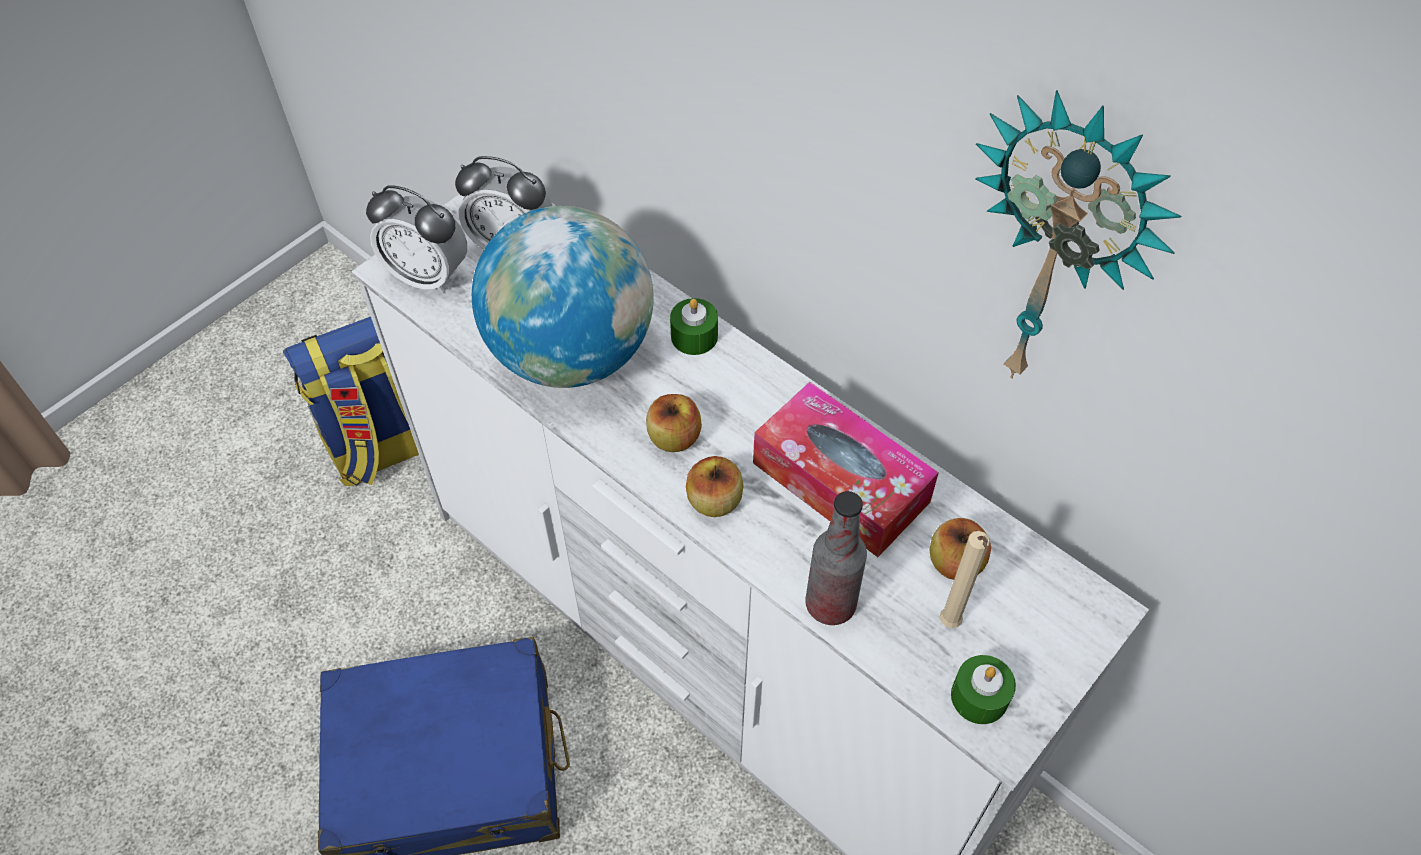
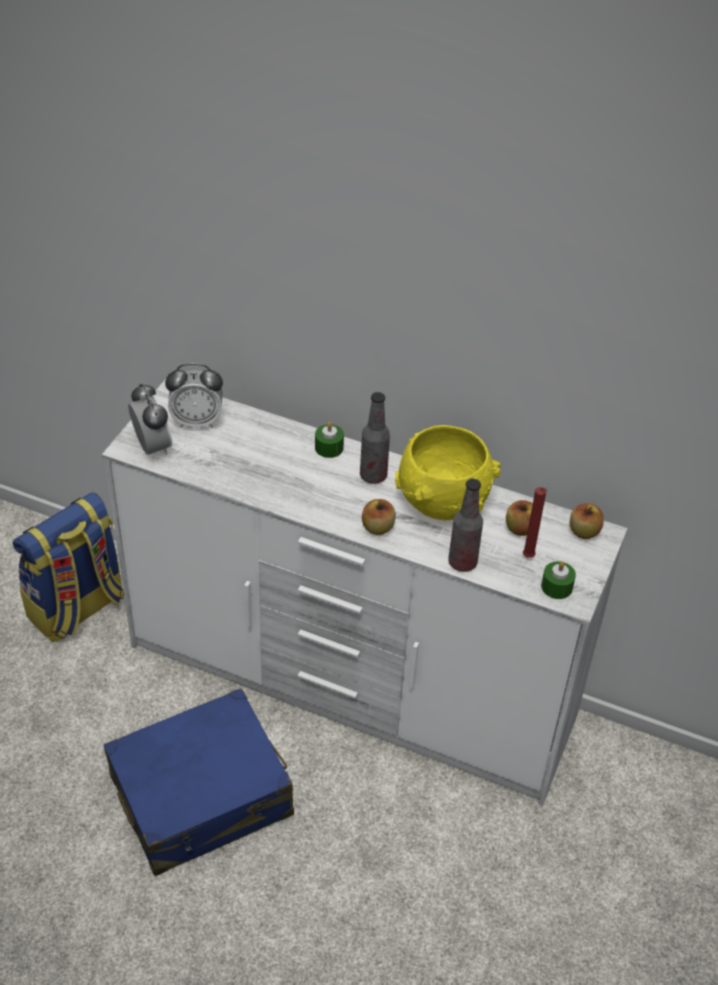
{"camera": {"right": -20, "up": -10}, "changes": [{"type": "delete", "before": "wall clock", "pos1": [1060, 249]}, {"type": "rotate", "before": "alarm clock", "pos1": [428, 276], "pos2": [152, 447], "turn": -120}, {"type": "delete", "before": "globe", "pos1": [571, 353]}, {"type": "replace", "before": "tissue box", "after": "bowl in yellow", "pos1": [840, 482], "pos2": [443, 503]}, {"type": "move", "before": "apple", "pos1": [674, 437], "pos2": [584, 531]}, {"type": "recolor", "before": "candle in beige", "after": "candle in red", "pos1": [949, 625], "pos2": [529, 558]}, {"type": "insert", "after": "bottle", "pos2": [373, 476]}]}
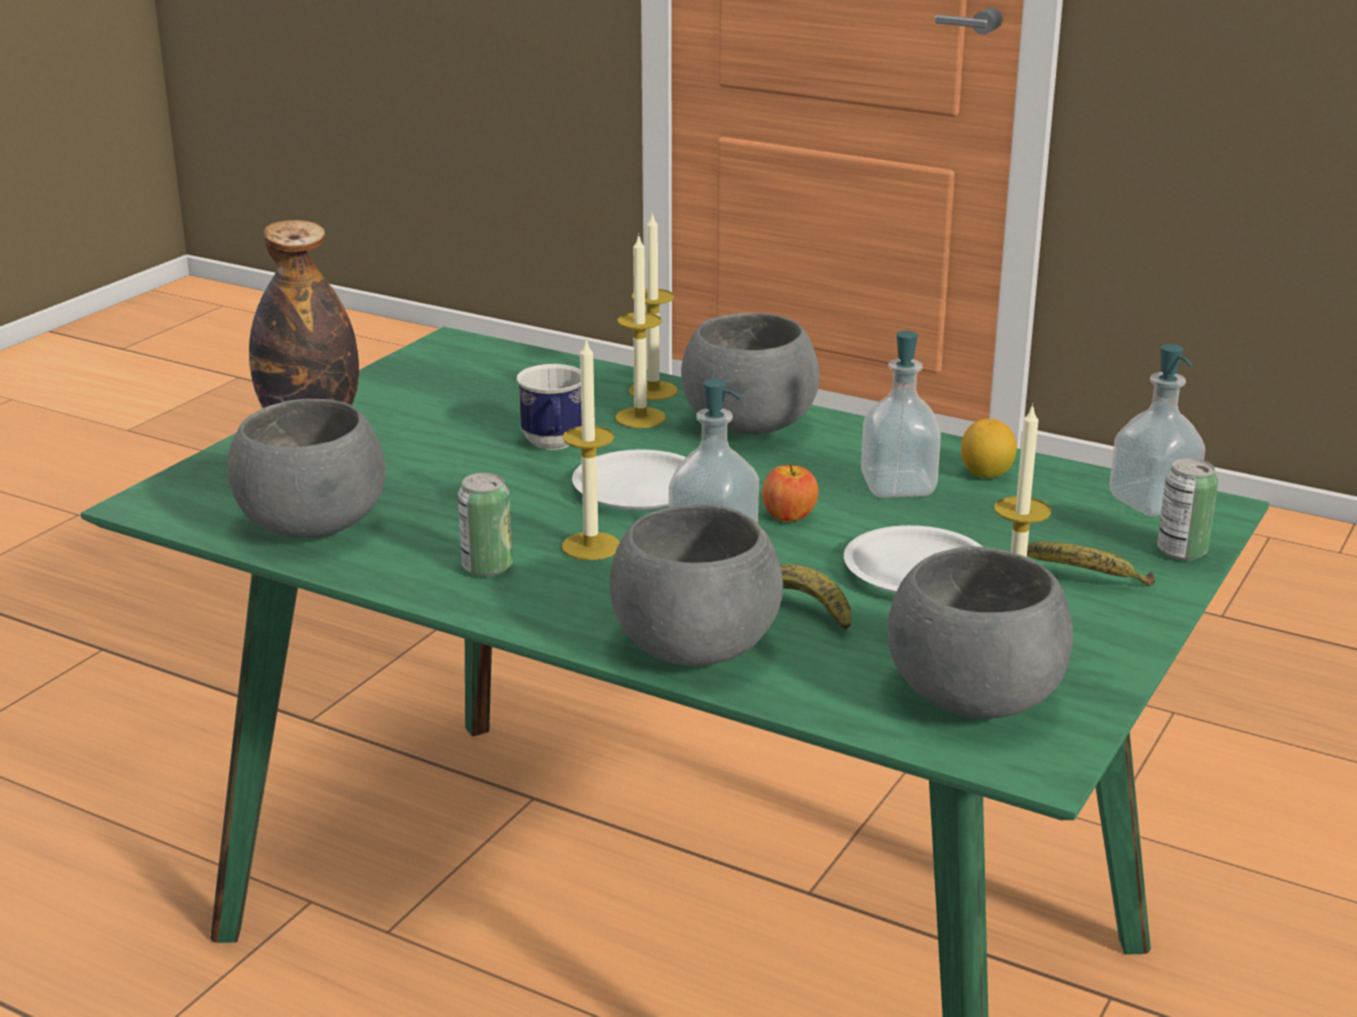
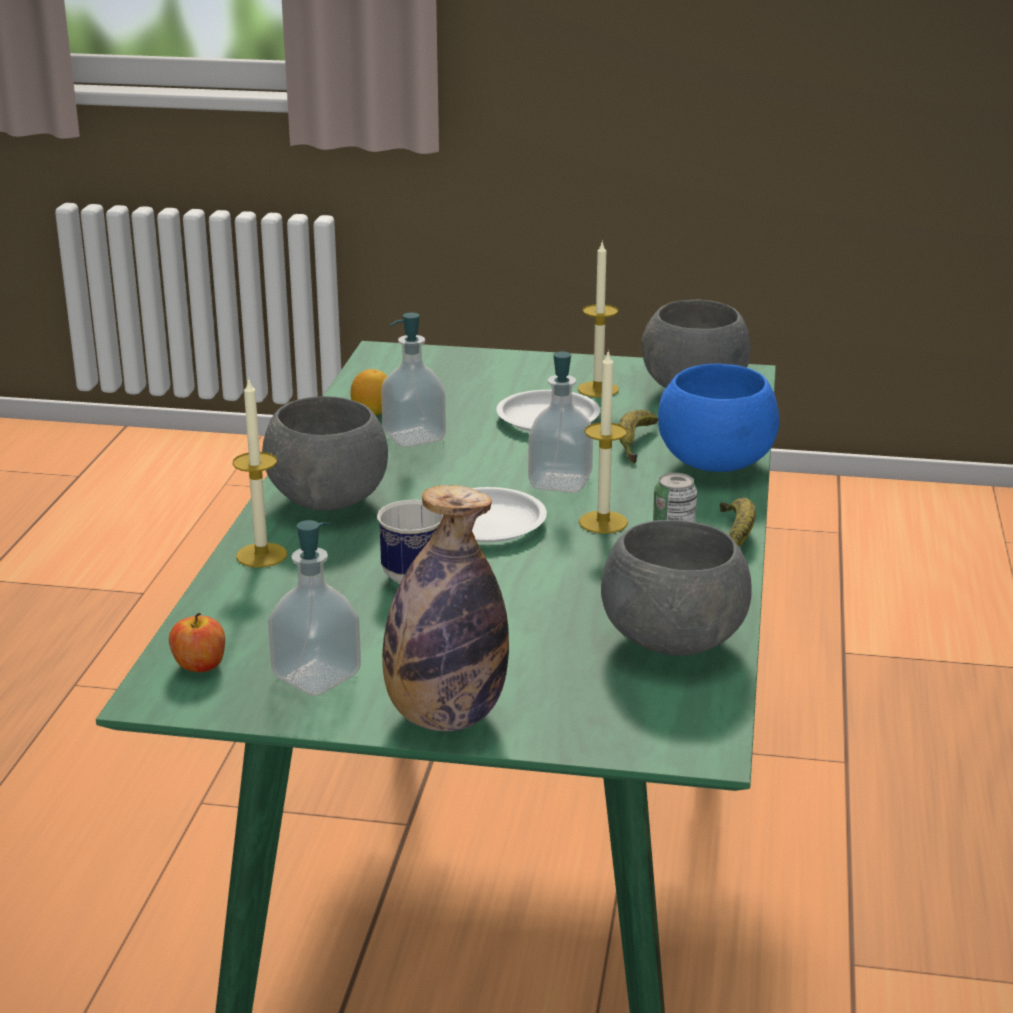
{"camera": {"right": -110, "up": 0}, "changes": [{"type": "delete", "before": "candle", "pos1": [640, 418]}, {"type": "move", "before": "soap dispenser", "pos1": [1152, 502], "pos2": [316, 677]}, {"type": "delete", "before": "can", "pos1": [1181, 551]}, {"type": "move", "before": "apple", "pos1": [789, 516], "pos2": [199, 666]}, {"type": "recolor", "before": "bowl in grey", "after": "bowl in blue", "pos1": [697, 649], "pos2": [714, 464]}, {"type": "move", "before": "banana", "pos1": [1085, 579], "pos2": [736, 534]}]}
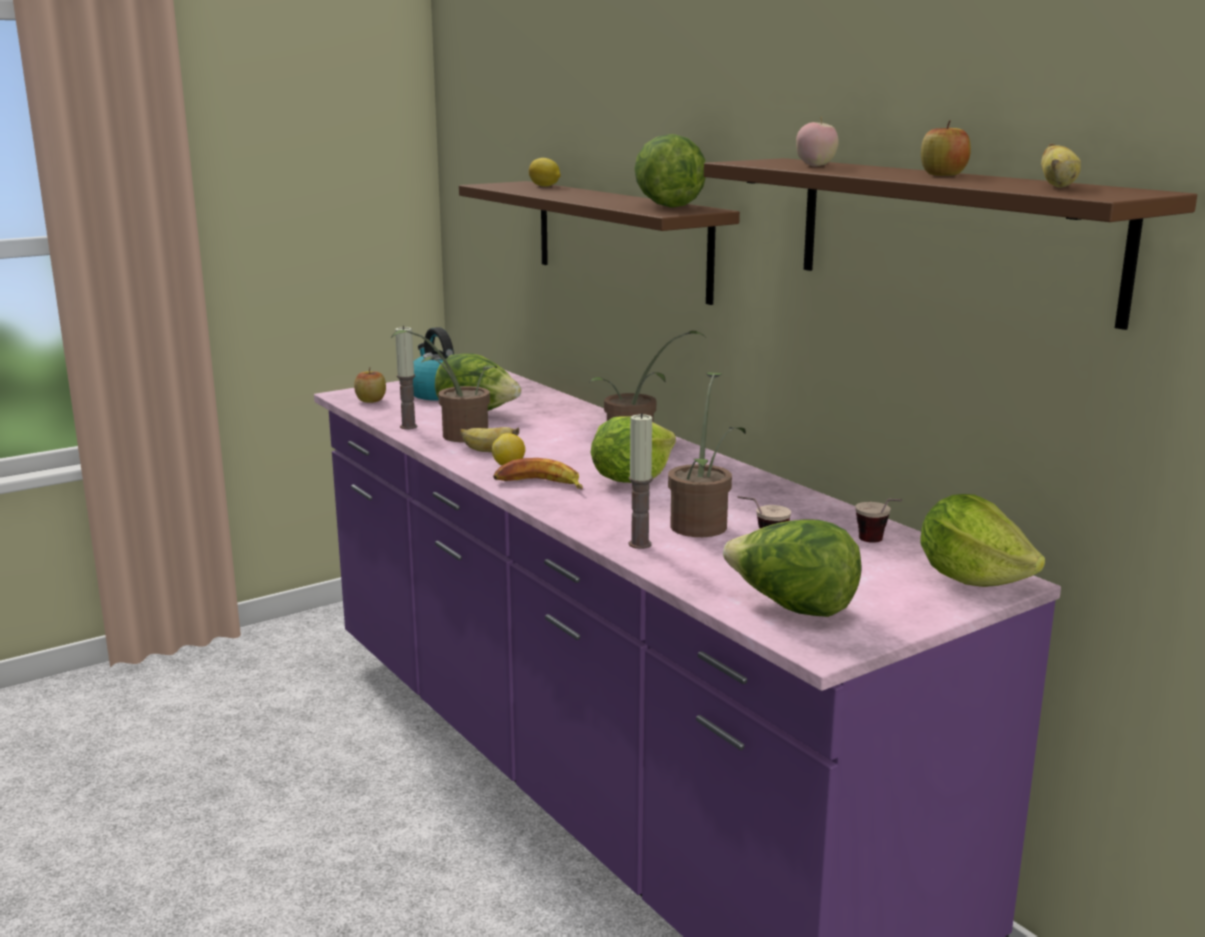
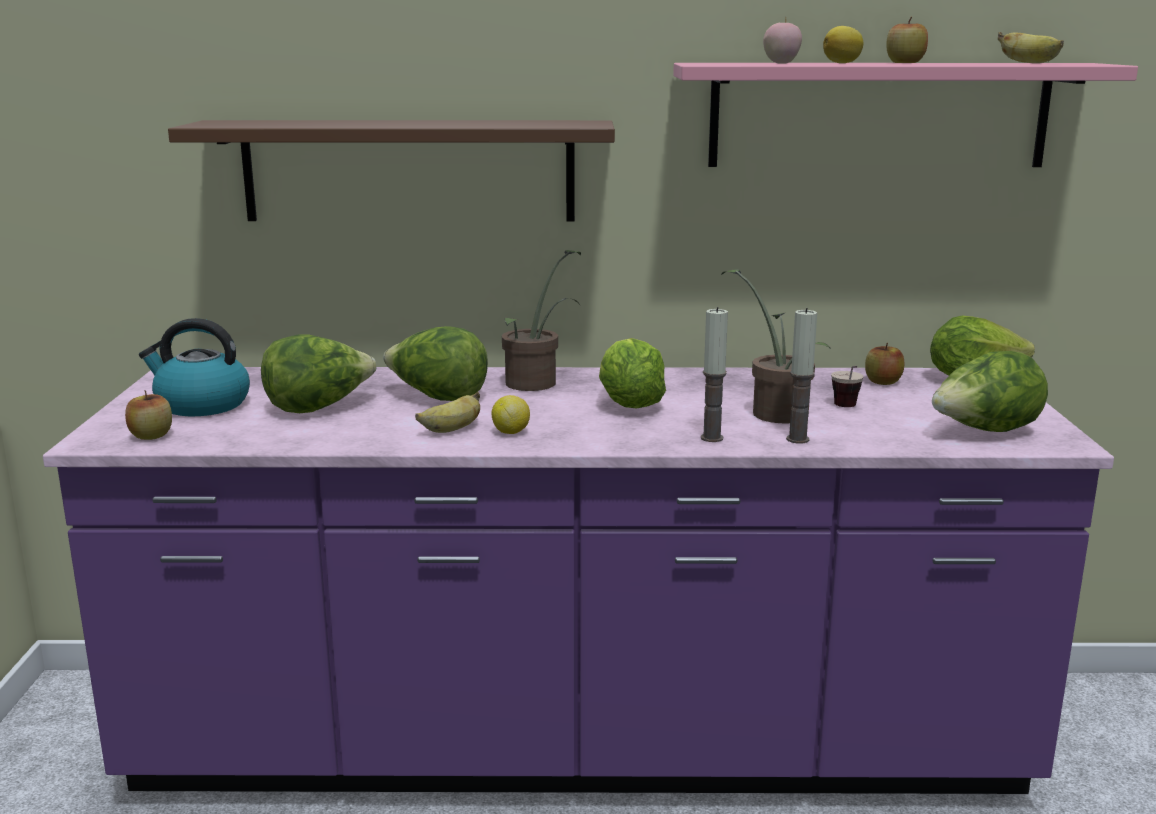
{"camera": {"right": -55, "up": 0}, "changes": [{"type": "move", "before": "lettuce", "pos1": [667, 206], "pos2": [438, 398]}, {"type": "move", "before": "lemon", "pos1": [545, 186], "pos2": [843, 63]}, {"type": "recolor", "before": "shelf in brown", "after": "shelf in pink", "pos1": [951, 235], "pos2": [878, 115]}, {"type": "move", "before": "candle", "pos1": [408, 426], "pos2": [712, 438]}, {"type": "delete", "before": "potted plant", "pos1": [458, 436]}, {"type": "delete", "before": "banana", "pos1": [539, 485]}, {"type": "replace", "before": "cup", "after": "apple", "pos1": [878, 544], "pos2": [883, 382]}]}
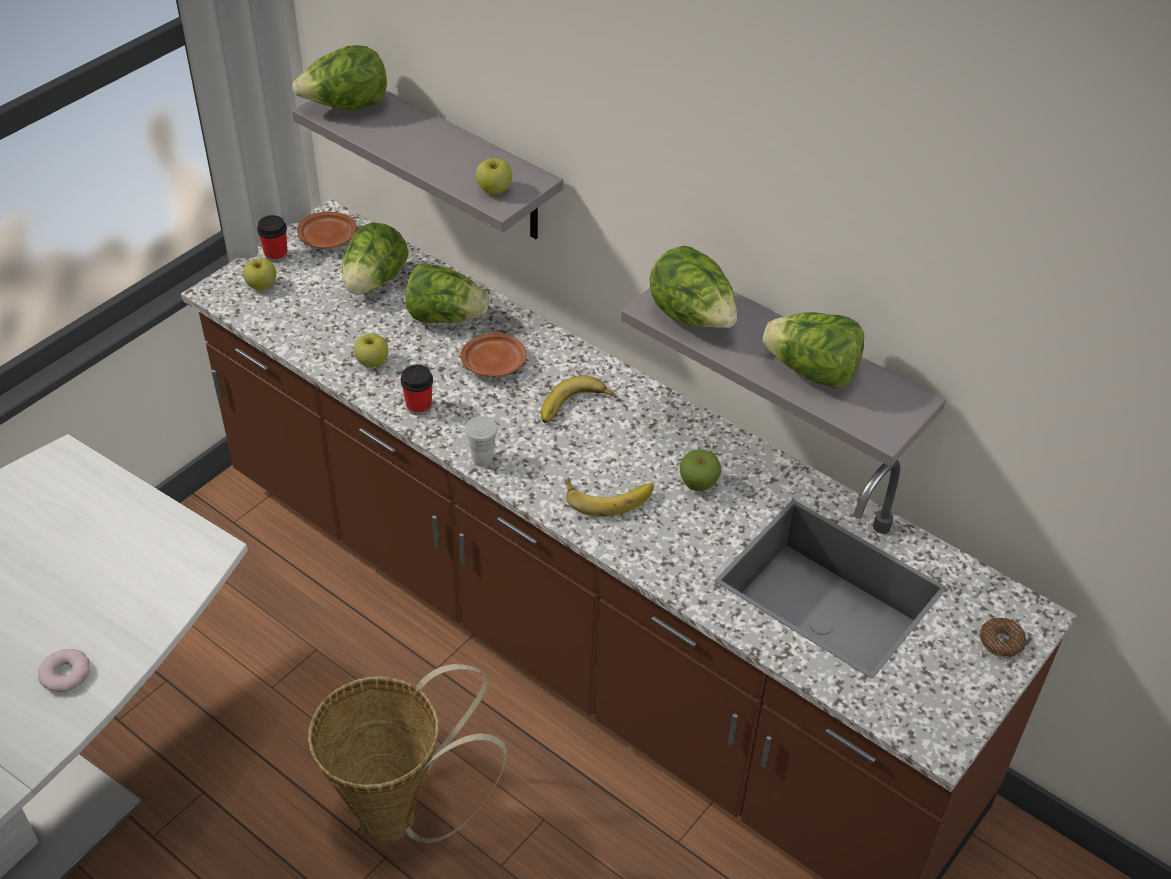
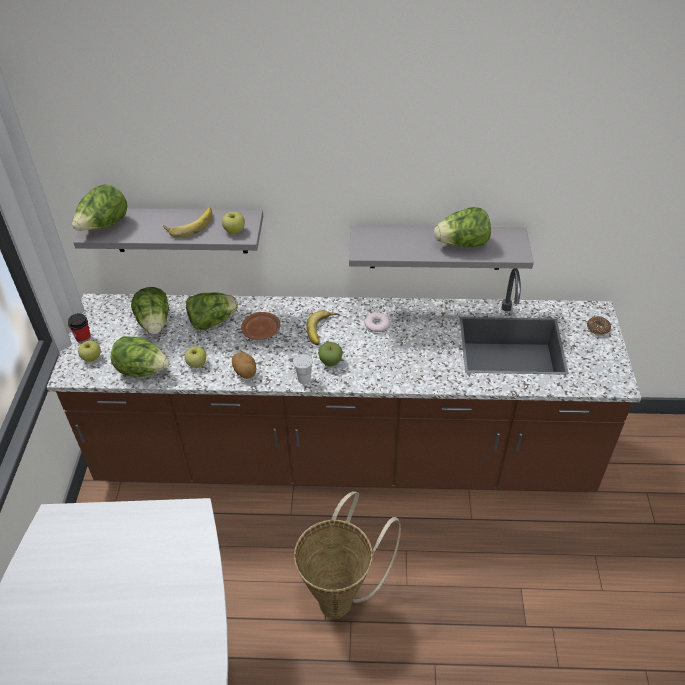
{"camera": {"right": -35, "up": 0}, "changes": [{"type": "delete", "before": "plate in brown", "pos1": [328, 239]}, {"type": "move", "before": "lettuce", "pos1": [692, 318], "pos2": [142, 370]}, {"type": "replace", "before": "cup", "after": "potato", "pos1": [419, 407], "pos2": [245, 372]}, {"type": "move", "before": "apple", "pos1": [698, 484], "pos2": [330, 362]}, {"type": "move", "before": "banana", "pos1": [608, 495], "pos2": [190, 224]}, {"type": "move", "before": "donut", "pos1": [65, 674], "pos2": [377, 324]}]}
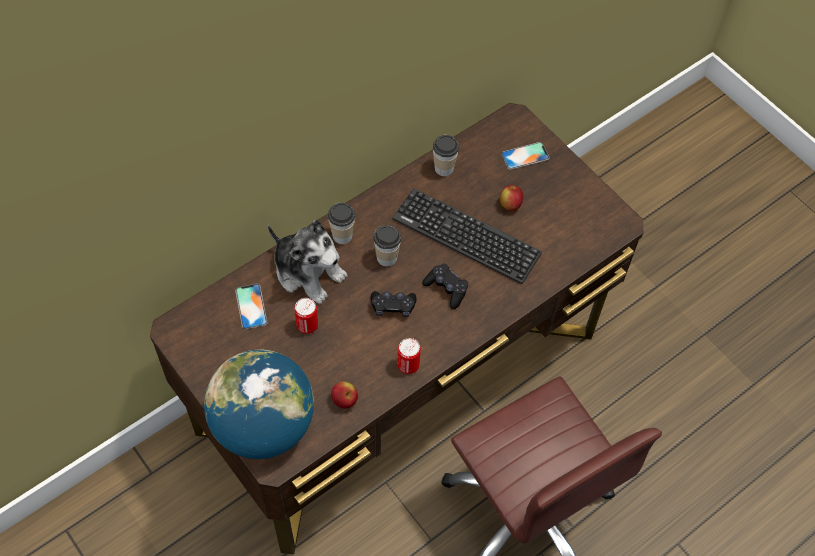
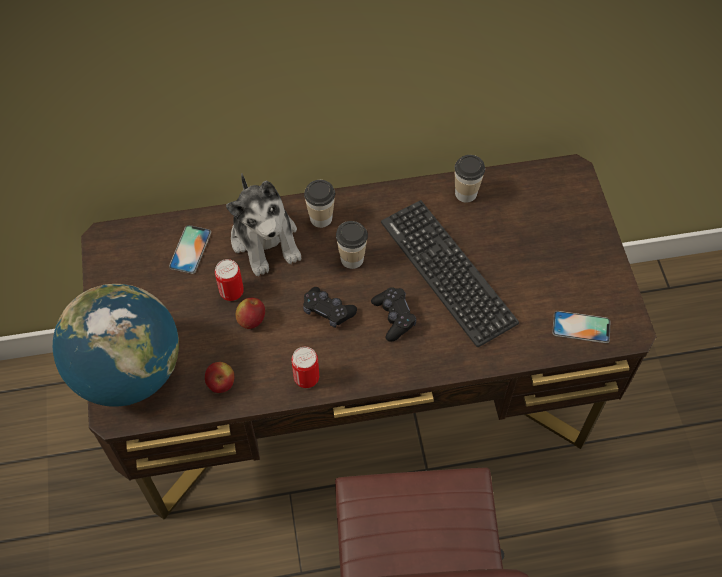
{"camera": {"right": 30, "up": 0}, "changes": [{"type": "move", "before": "phone", "pos1": [525, 156], "pos2": [581, 327]}, {"type": "move", "before": "apple", "pos1": [510, 205], "pos2": [251, 320]}]}
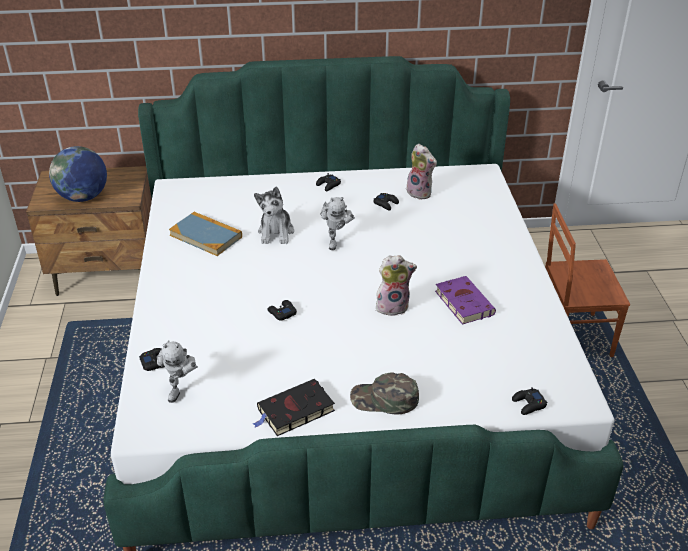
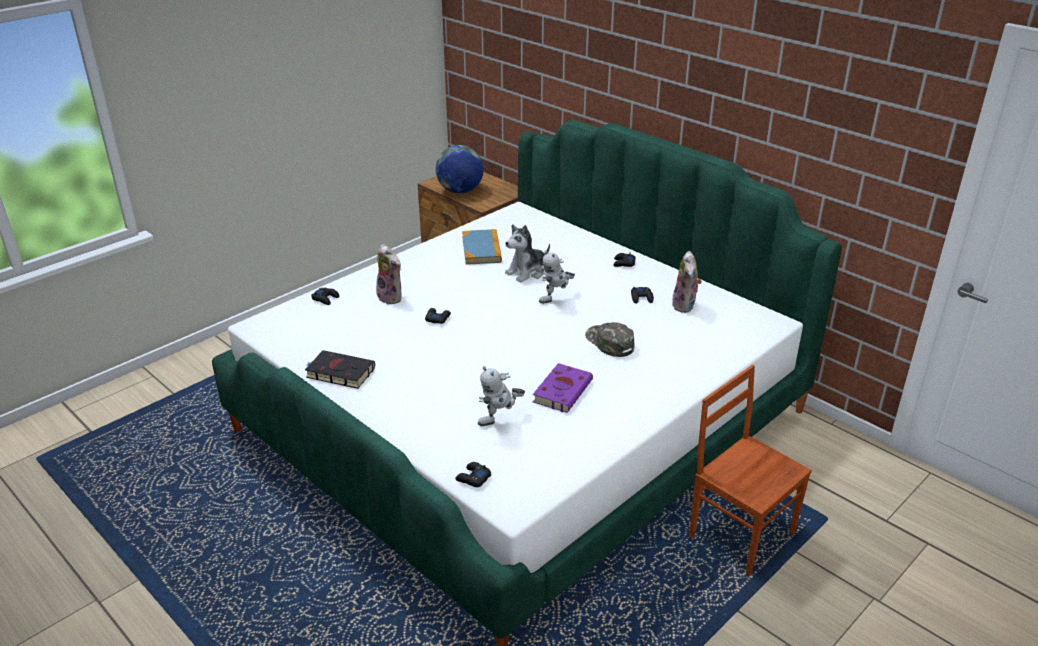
{"camera": {"right": 50, "up": -5}, "changes": [{"type": "move", "before": "plush toy", "pos1": [393, 306], "pos2": [392, 297]}, {"type": "move", "before": "toy robot", "pos1": [181, 388], "pos2": [500, 421]}, {"type": "move", "before": "cap in green", "pos1": [384, 399], "pos2": [609, 342]}]}
